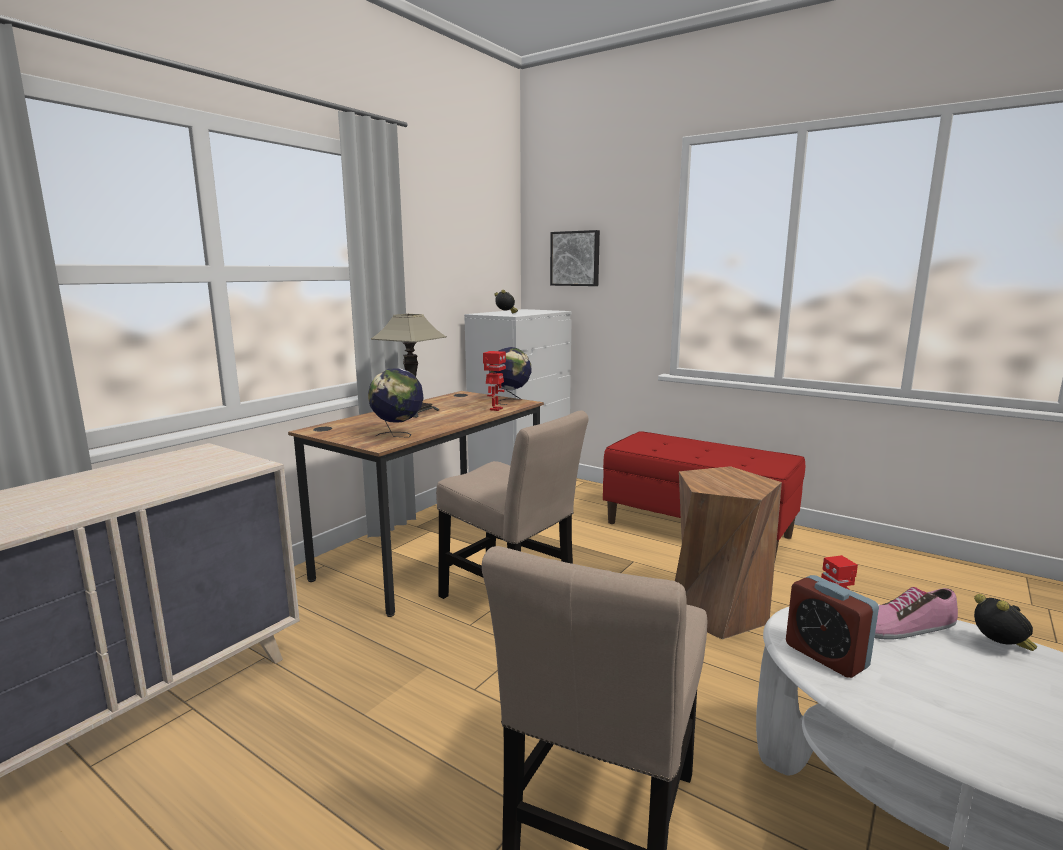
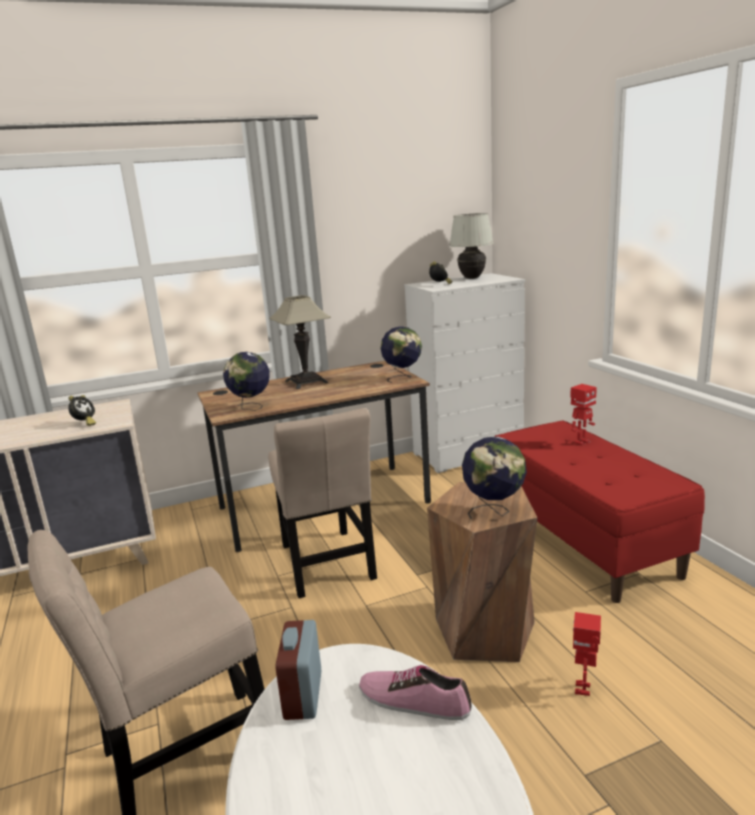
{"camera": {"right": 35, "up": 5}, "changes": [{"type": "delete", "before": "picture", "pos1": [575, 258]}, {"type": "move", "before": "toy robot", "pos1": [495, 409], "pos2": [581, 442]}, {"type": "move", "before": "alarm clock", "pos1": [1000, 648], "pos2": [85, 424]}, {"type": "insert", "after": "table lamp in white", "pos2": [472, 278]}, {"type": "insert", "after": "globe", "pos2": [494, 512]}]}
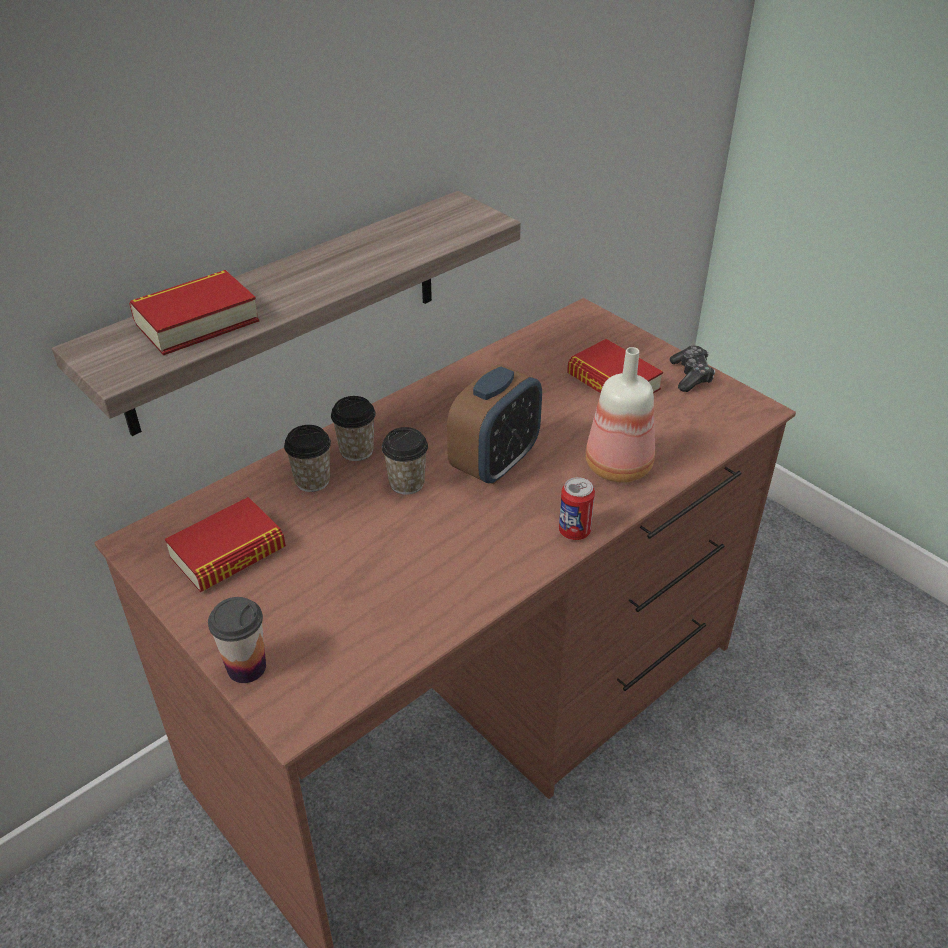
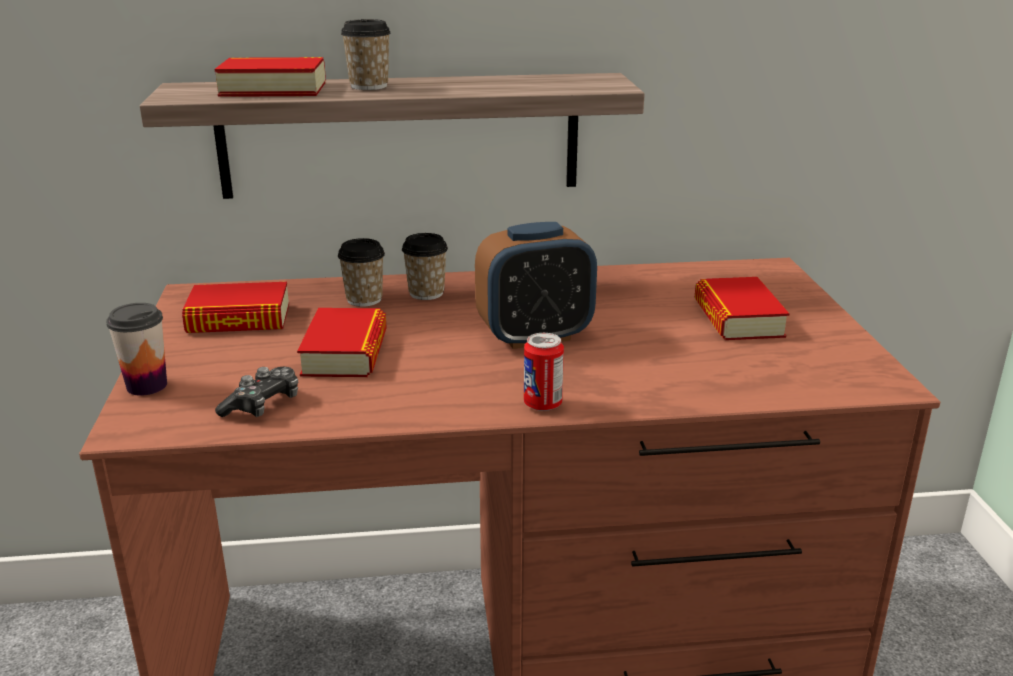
{"camera": {"right": 35, "up": -15}, "changes": [{"type": "move", "before": "game controller", "pos1": [691, 376], "pos2": [263, 405]}, {"type": "delete", "before": "bottle", "pos1": [617, 465]}, {"type": "move", "before": "cup", "pos1": [407, 483], "pos2": [369, 86]}, {"type": "insert", "after": "book", "pos2": [345, 353]}]}
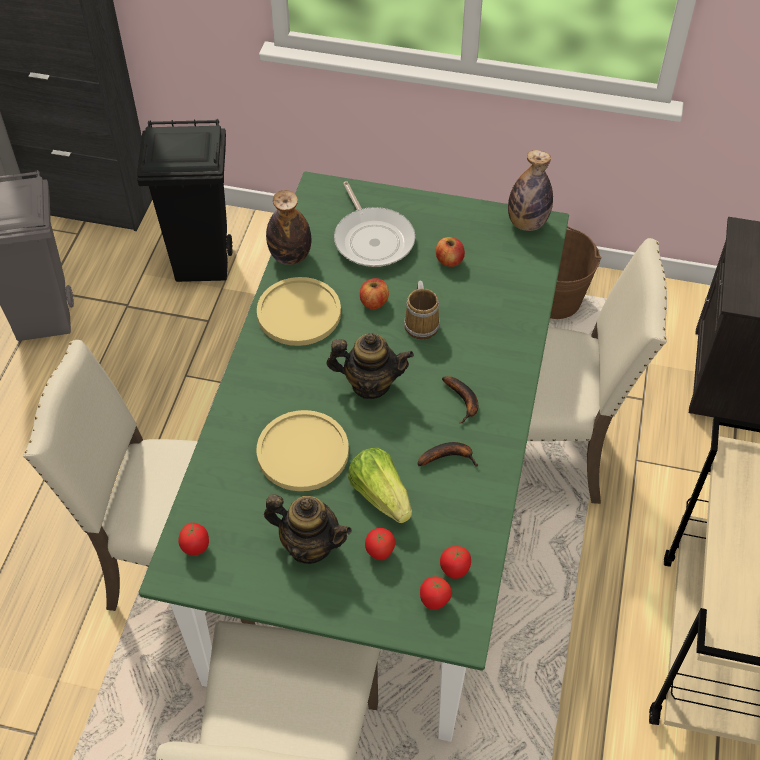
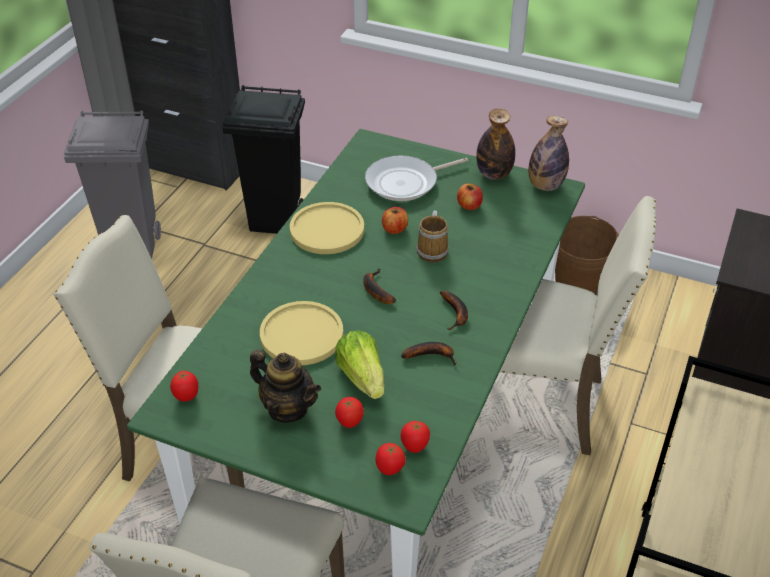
{"camera": {"right": 10, "up": -10}, "changes": [{"type": "rotate", "before": "frying pan", "pos1": [373, 239], "pos2": [405, 183], "turn": 75}, {"type": "move", "before": "bottle", "pos1": [290, 256], "pos2": [494, 174]}, {"type": "replace", "before": "teapot", "after": "banana", "pos1": [370, 384], "pos2": [375, 290]}]}
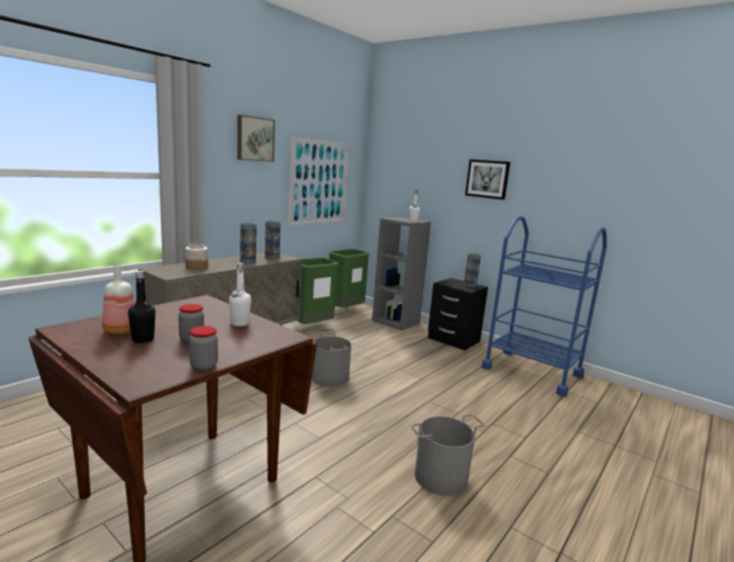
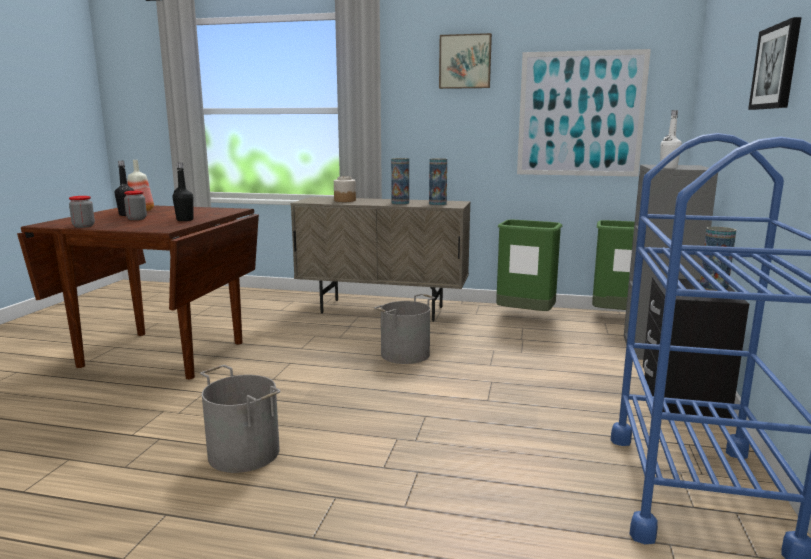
{"camera": {"right": 65, "up": 0}, "changes": [{"type": "recolor", "before": "bottle in white", "after": "bottle in black", "pos1": [240, 323], "pos2": [185, 220]}]}
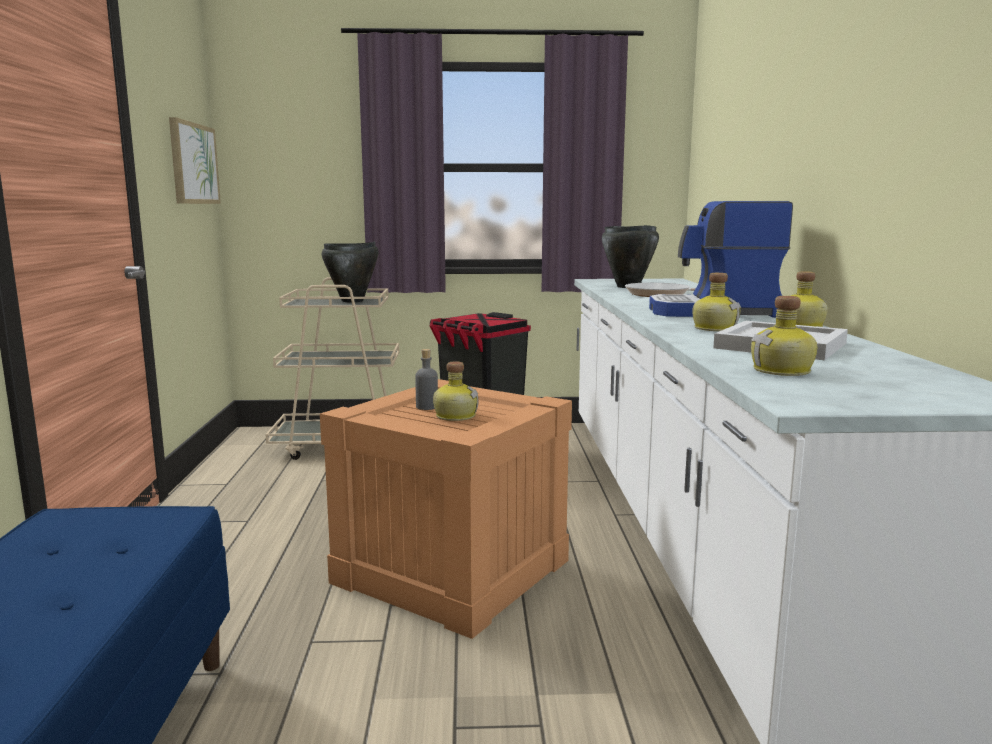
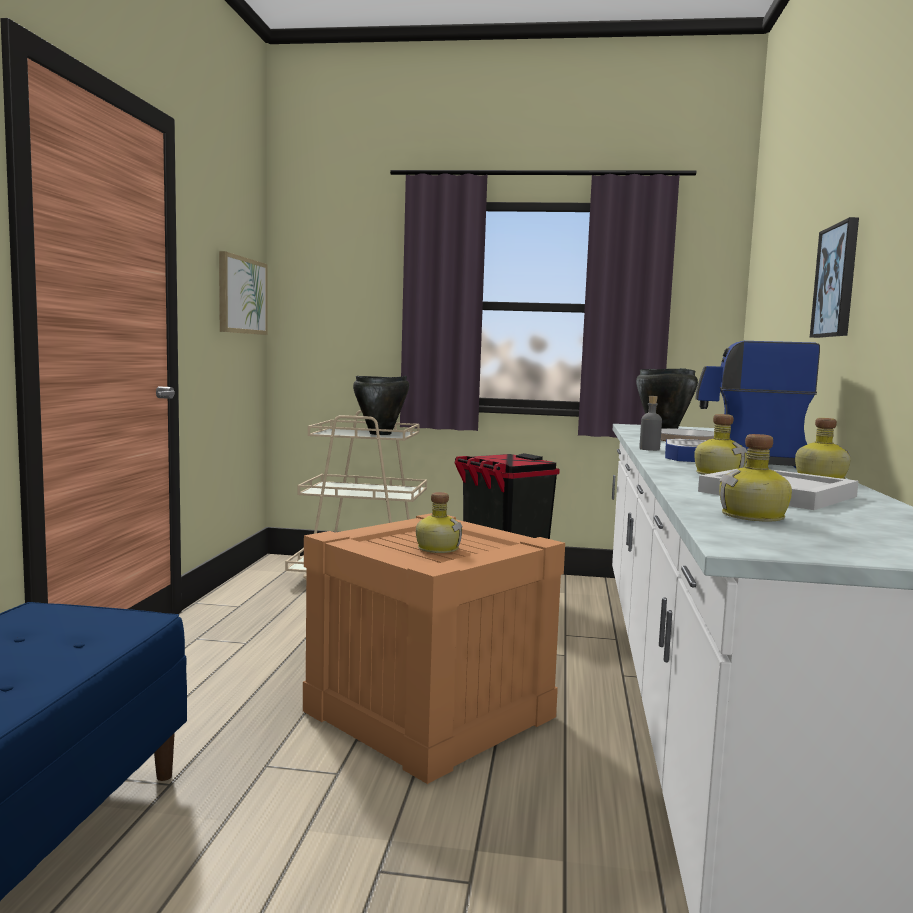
{"camera": {"right": 10, "up": -5}, "changes": [{"type": "move", "before": "bottle in grey", "pos1": [427, 407], "pos2": [649, 449]}, {"type": "insert", "after": "picture", "pos2": [837, 281]}]}
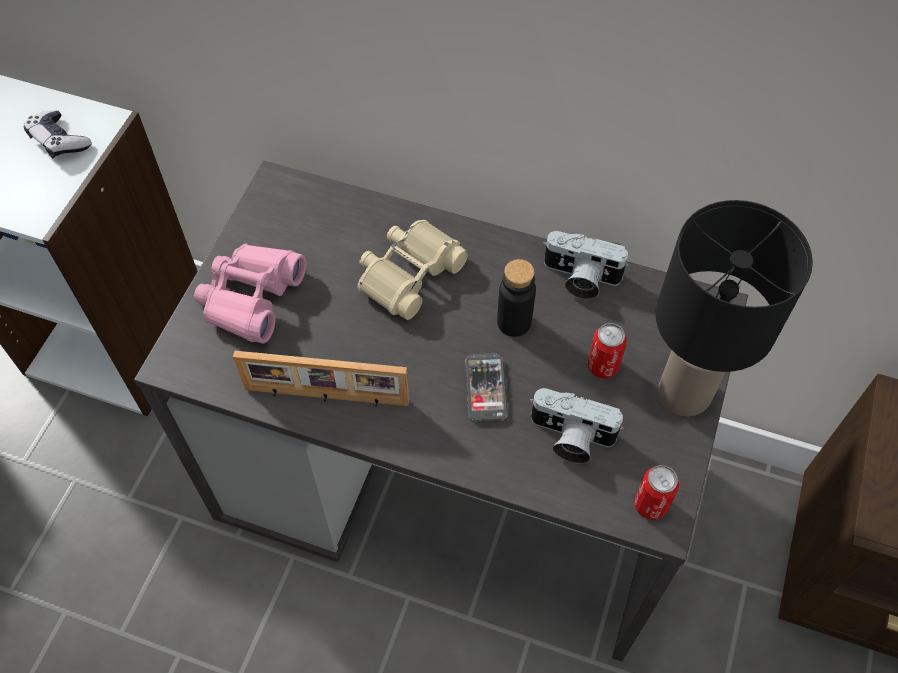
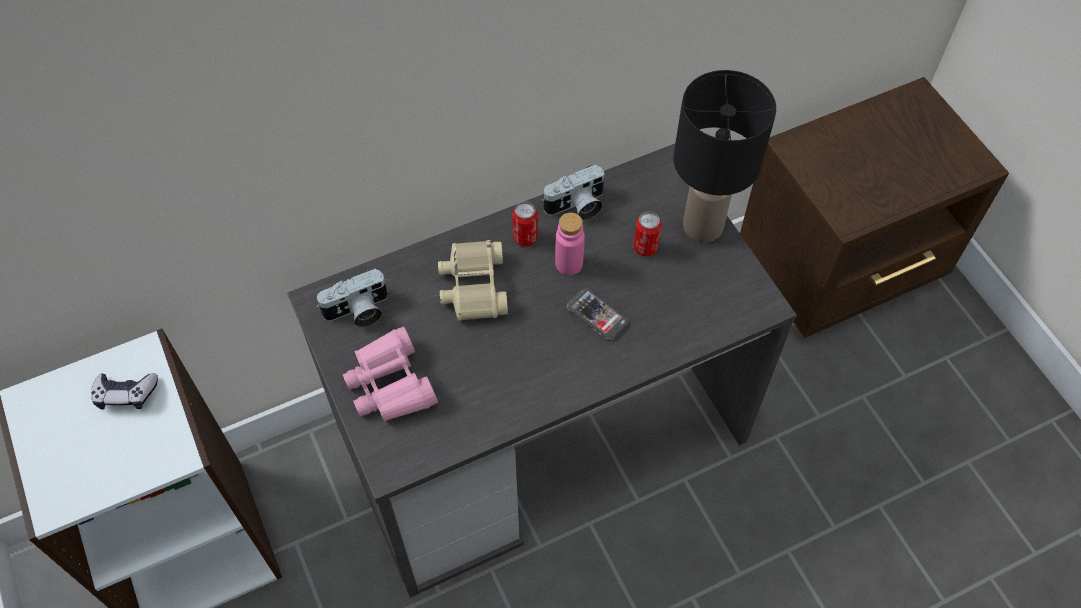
{"camera": {"right": -45, "up": 0}, "changes": [{"type": "recolor", "before": "bottle in black", "after": "bottle in pink", "pos1": [514, 322], "pos2": [569, 263]}, {"type": "delete", "before": "picture frame", "pos1": [326, 397]}, {"type": "move", "before": "photo camera", "pos1": [569, 438], "pos2": [358, 312]}, {"type": "move", "before": "can", "pos1": [650, 505], "pos2": [525, 238]}]}
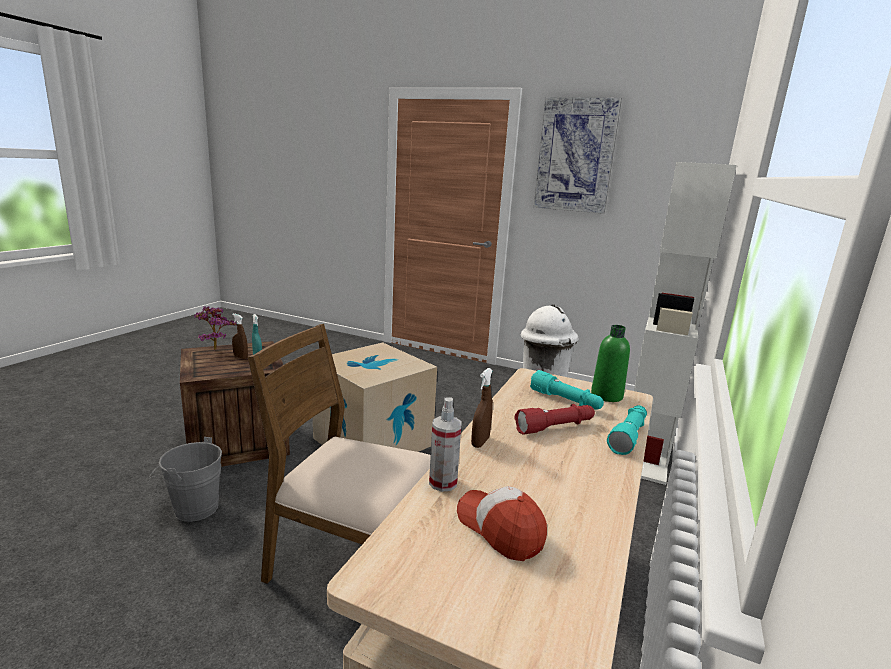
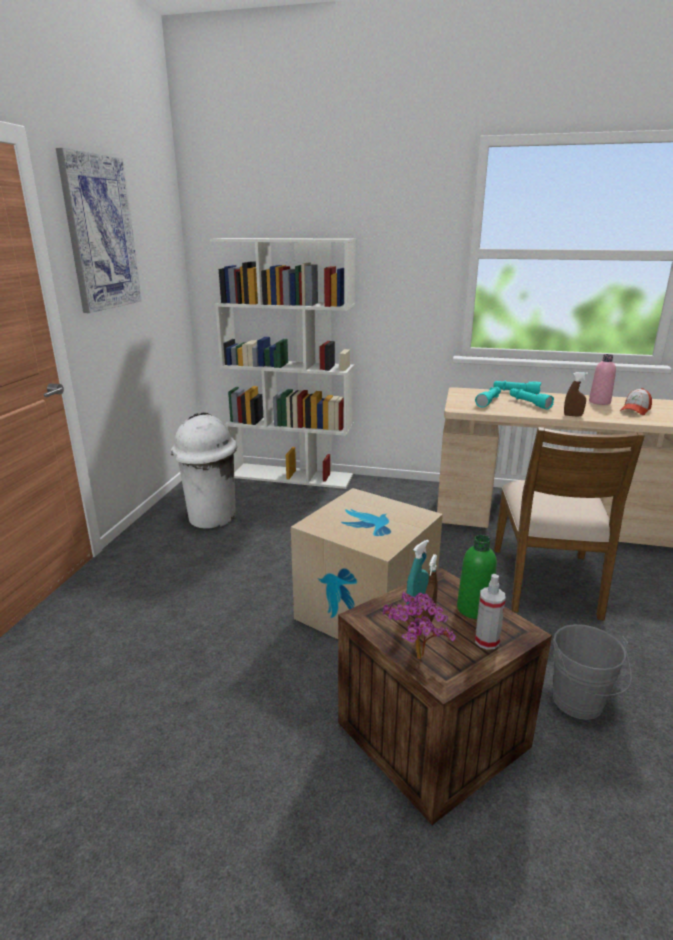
{"camera": {"right": -100, "up": 5}, "changes": [{"type": "move", "before": "bottle in green", "pos1": [606, 396], "pos2": [474, 609]}, {"type": "move", "before": "spray bottle", "pos1": [443, 483], "pos2": [486, 641]}, {"type": "recolor", "before": "flashlight in red", "after": "flashlight in turquoise", "pos1": [555, 427], "pos2": [528, 403]}, {"type": "insert", "after": "bottle in pink", "pos2": [599, 402]}]}
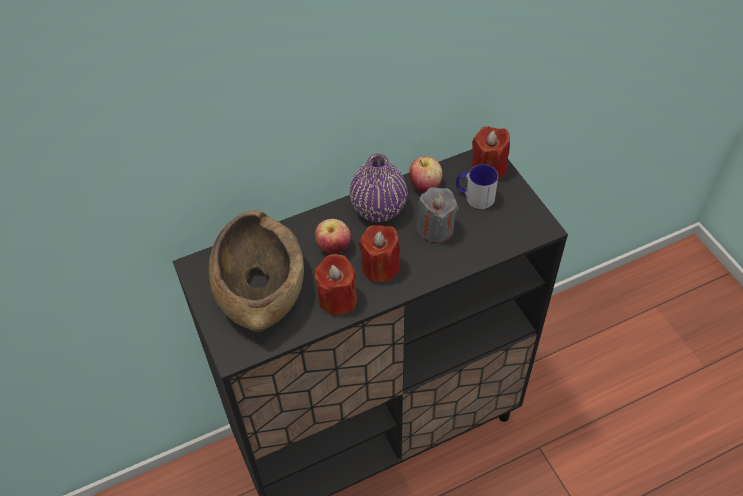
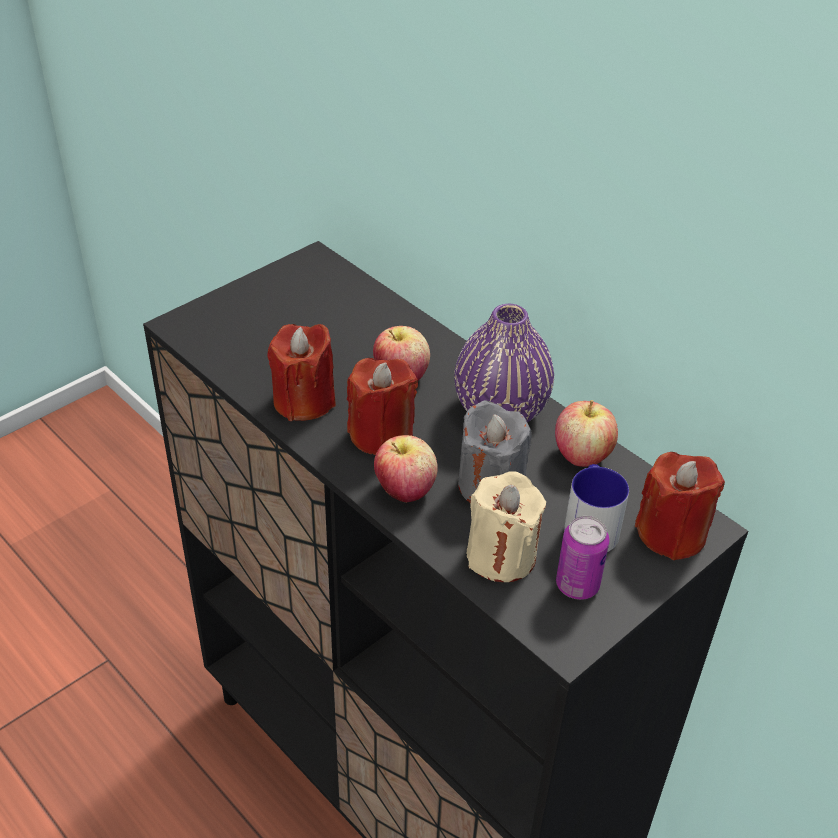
{"camera": {"right": 70, "up": -10}, "changes": [{"type": "delete", "before": "bowl in brown", "pos1": [259, 287]}, {"type": "insert", "after": "apple", "pos2": [405, 490]}, {"type": "insert", "after": "candle in beige", "pos2": [501, 556]}, {"type": "insert", "after": "can", "pos2": [577, 585]}]}
